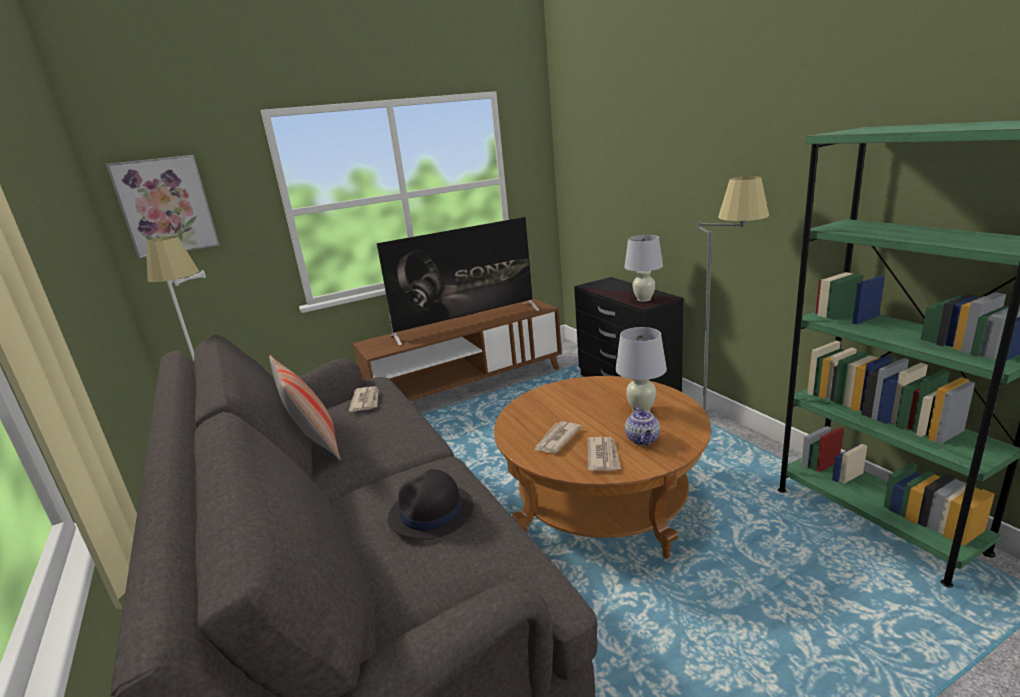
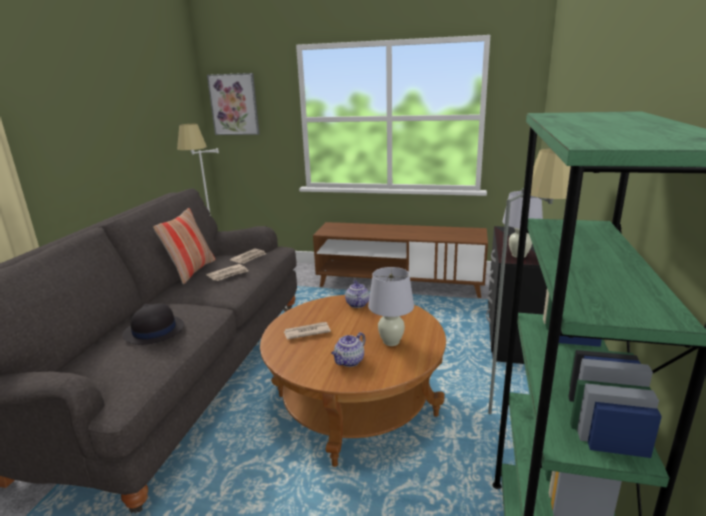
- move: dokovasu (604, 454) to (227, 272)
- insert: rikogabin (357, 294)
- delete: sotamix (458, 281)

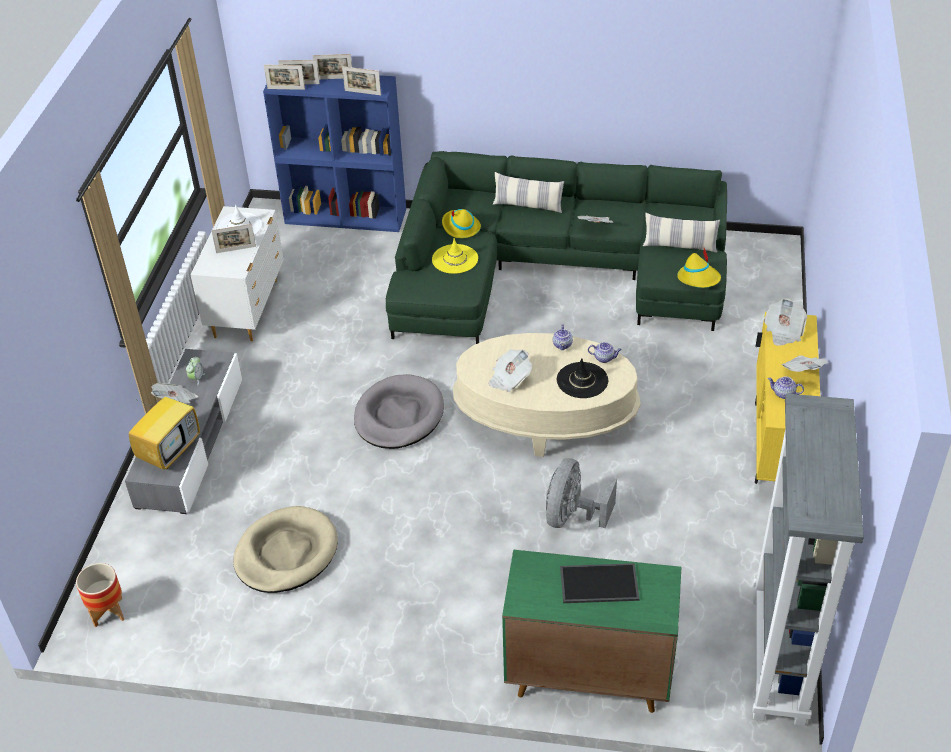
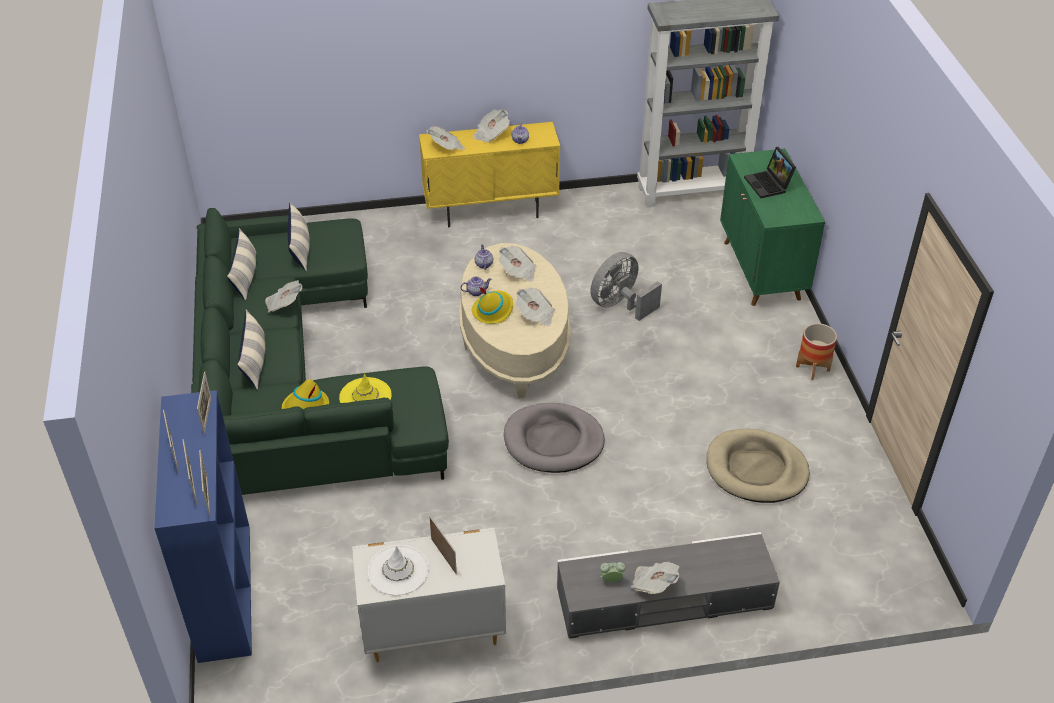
- insert: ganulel (242, 264)
- move: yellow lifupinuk (699, 268) to (492, 305)
- replace: black lifupinuk (582, 378) to dokovasu (517, 264)
- rotate: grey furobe (581, 493) = (626, 286) 135 degrees clockwise
- replace: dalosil (600, 583) to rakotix (770, 172)
- move: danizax (100, 595) to (816, 351)
- delete: sotamix (164, 423)

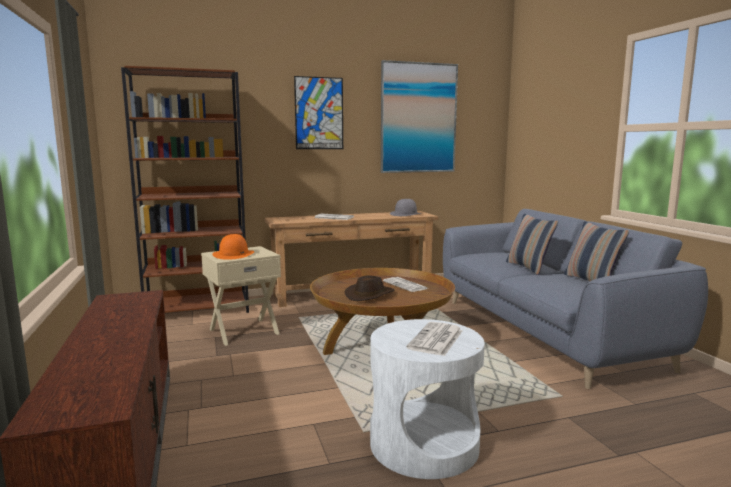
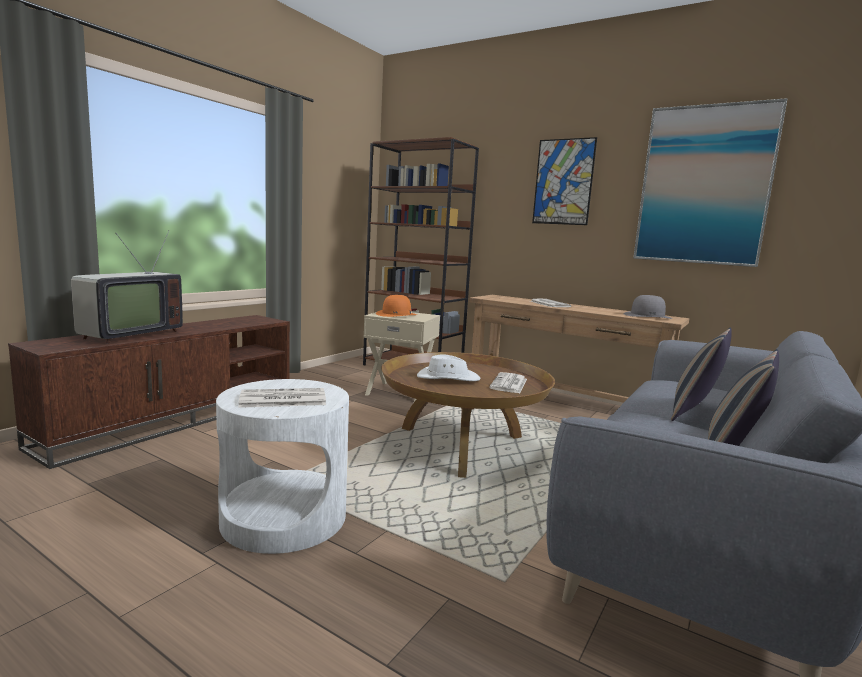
- insert: sotamix (127, 287)
- recolor: brown lifupinuk (369, 288) to white lifupinuk (449, 367)

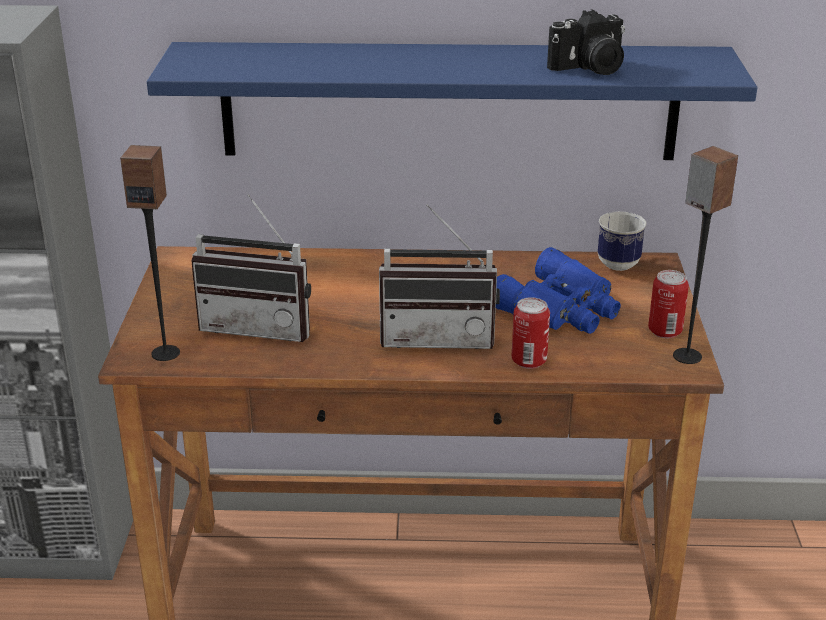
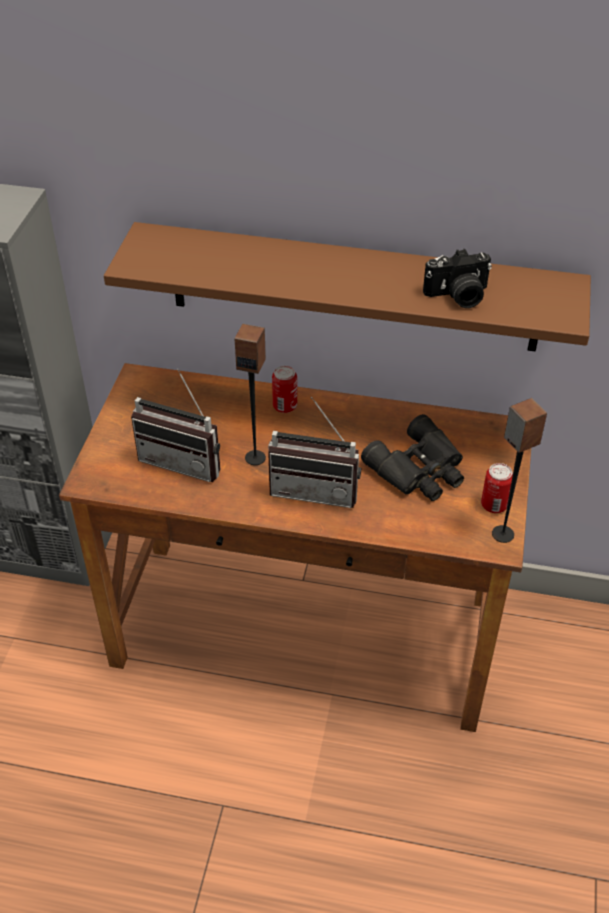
- recolor: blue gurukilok (452, 101) to brown gurukilok (347, 287)
- move: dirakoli (150, 253) to (250, 394)
- move: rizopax (531, 333) to (284, 389)
- recolor: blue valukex (558, 290) to black valukex (412, 457)
- delete: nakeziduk (622, 241)

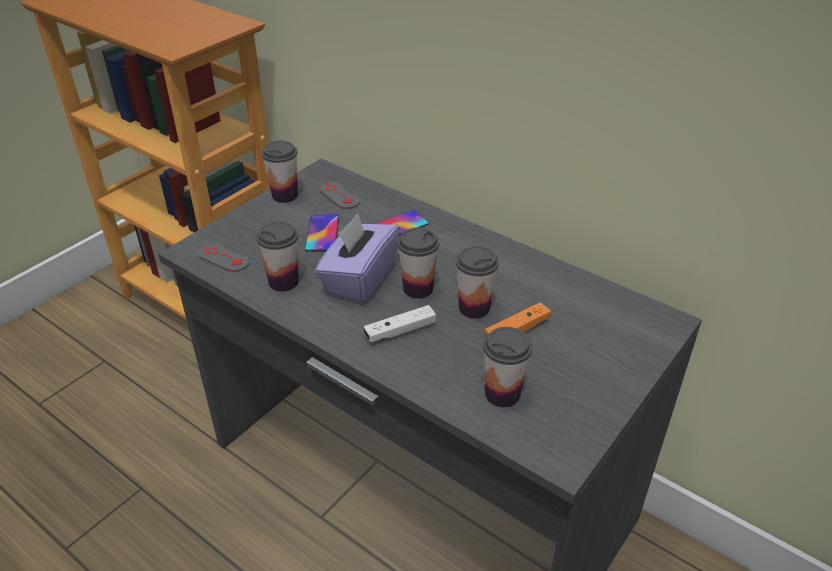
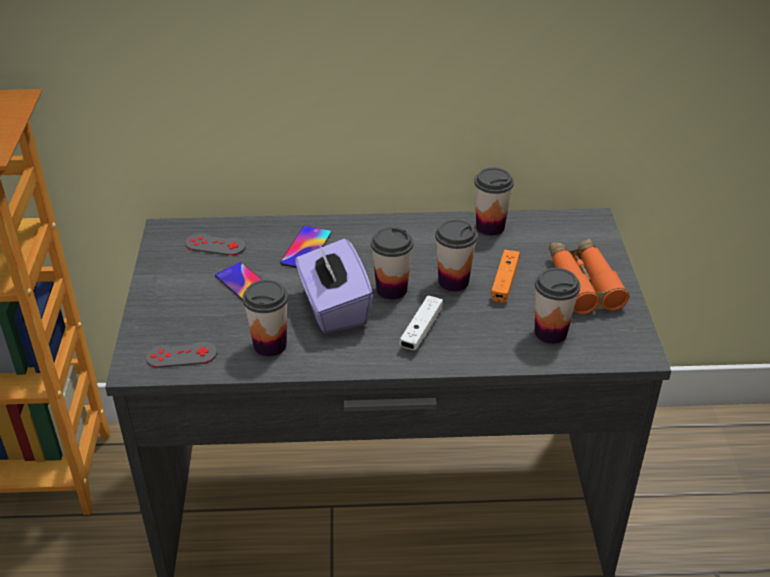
- move: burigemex (280, 172) to (494, 201)
- insert: orange valukex (589, 276)

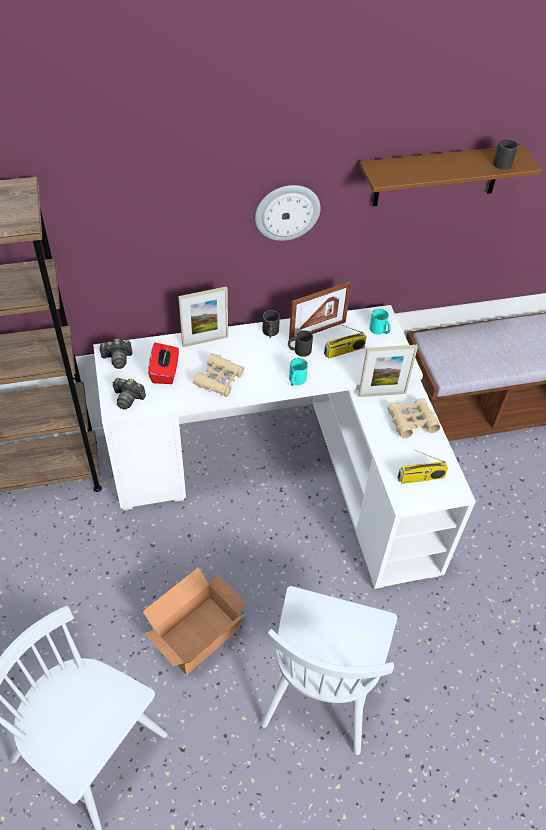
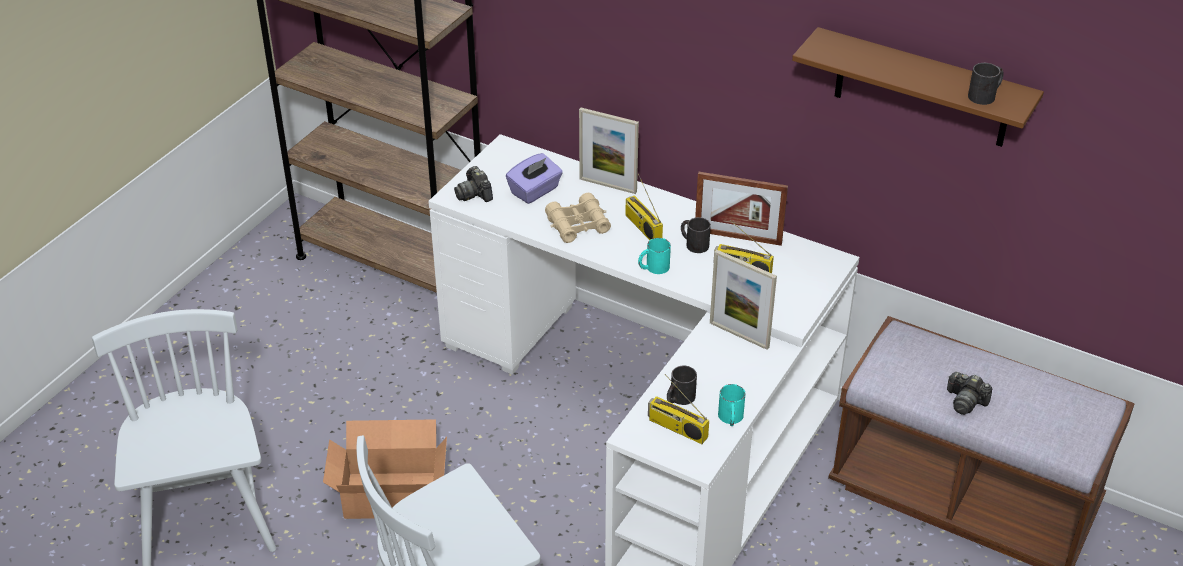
- recolor: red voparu (163, 363) to purple voparu (534, 178)
- insert: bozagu (644, 207)
- move: black nakeziduk (271, 324) to (682, 385)
- move: turquoise nakeziduk (380, 322) to (732, 405)
- move: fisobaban (116, 354) to (969, 393)
- delete: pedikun (288, 213)
- delete: beige valukex (414, 418)

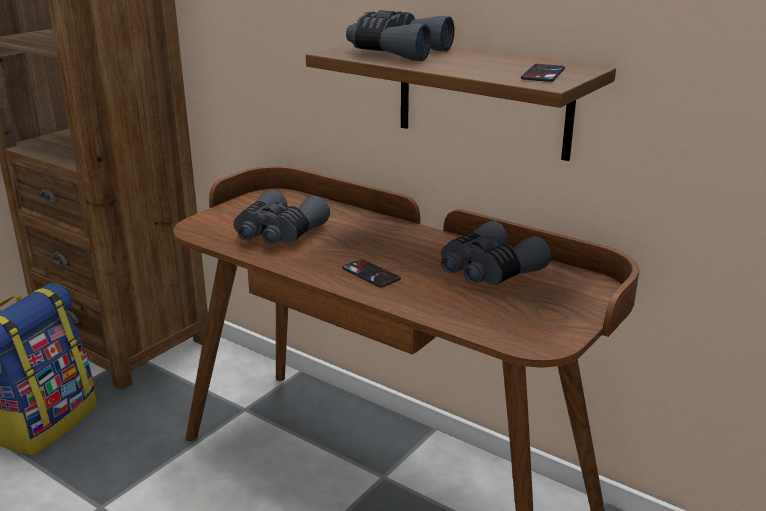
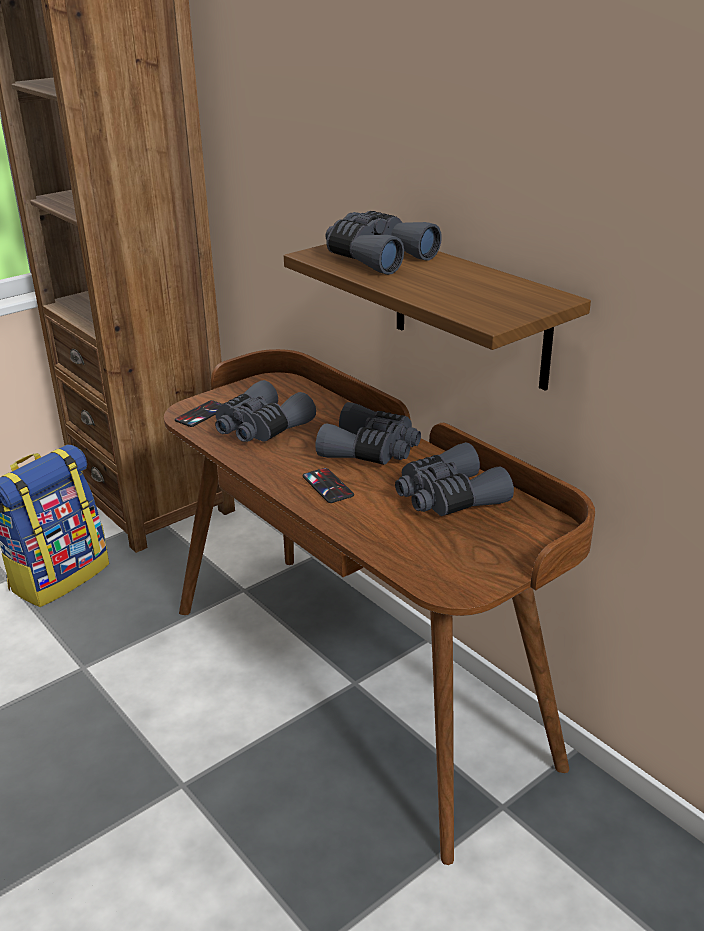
- move: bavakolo (543, 73) to (199, 413)
- insert: grey valukex (368, 433)

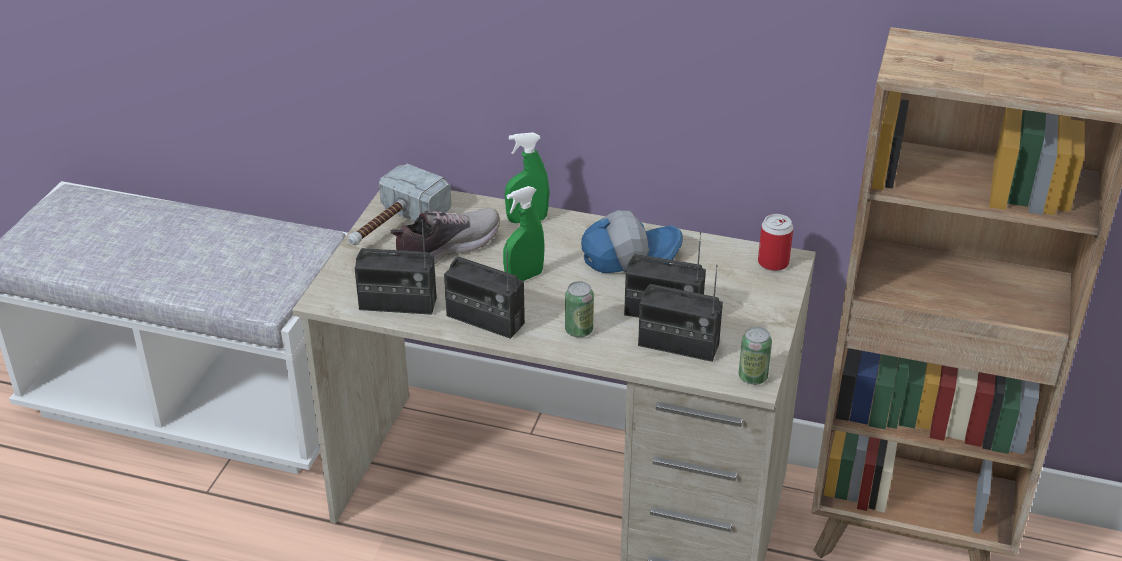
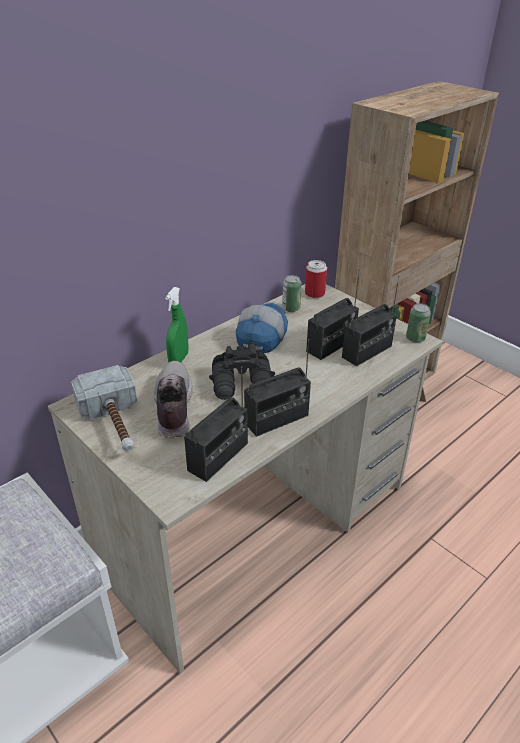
- replace: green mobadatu (524, 233) to black valukex (242, 371)
- move: rizopax (579, 309) to (292, 293)

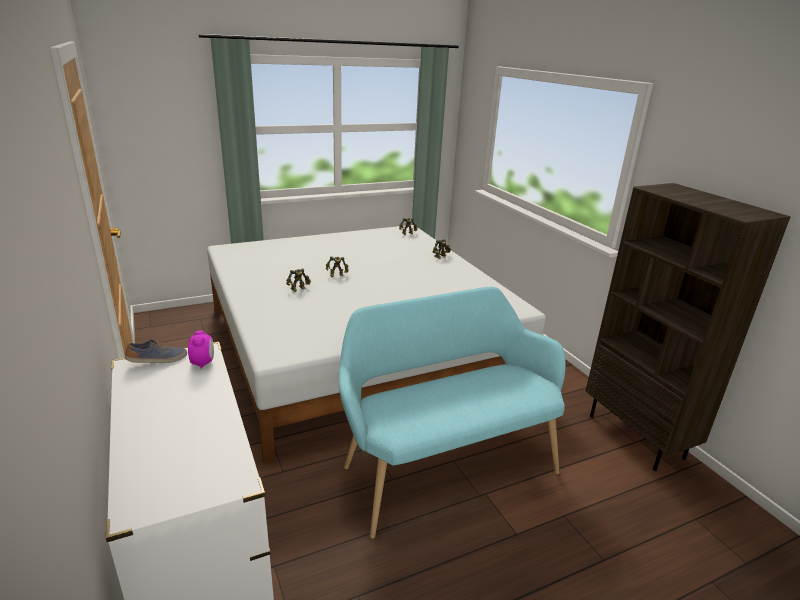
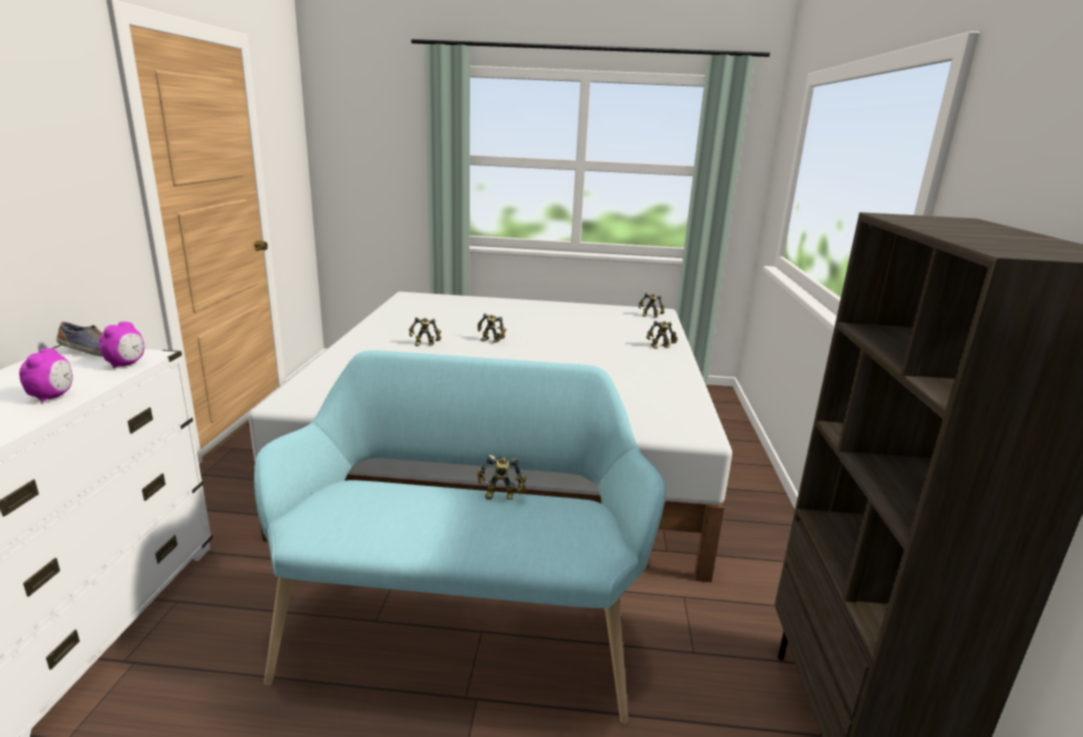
- insert: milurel (46, 375)
- insert: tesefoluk (501, 477)

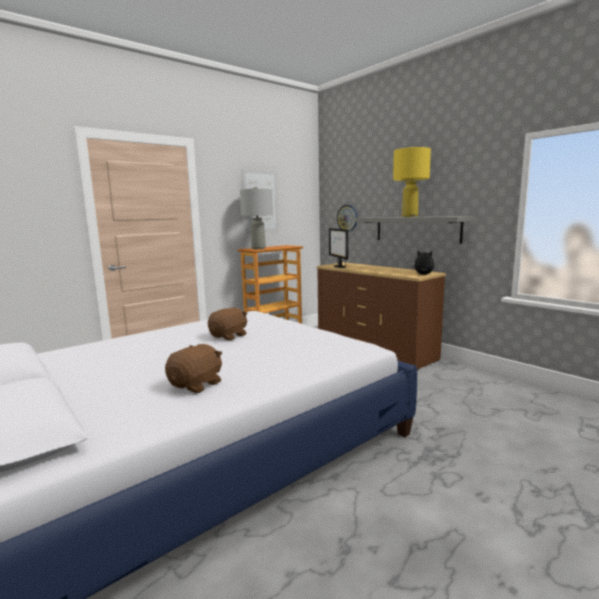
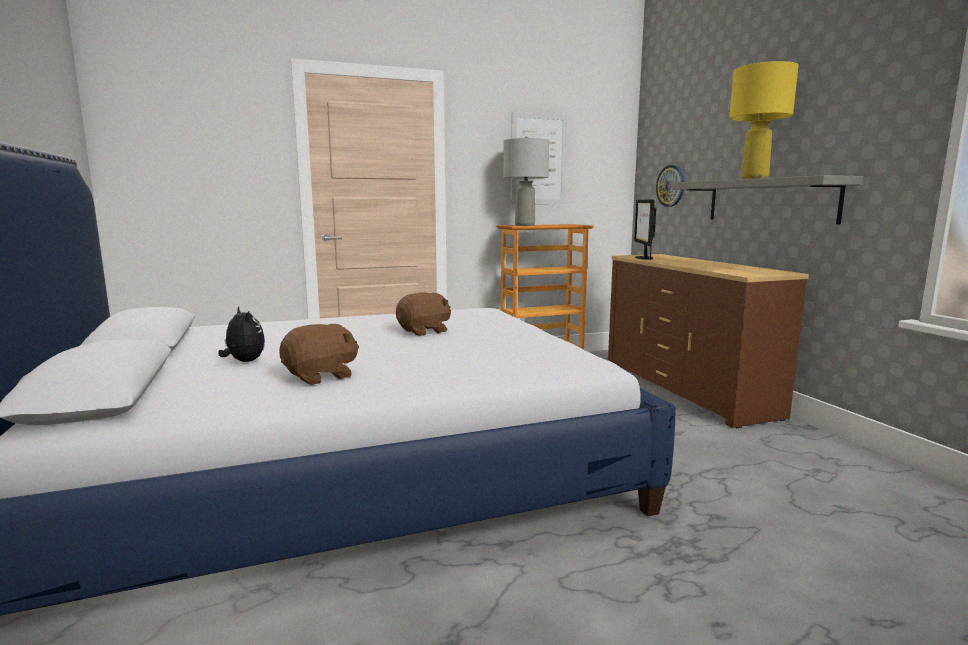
- move: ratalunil (423, 263) to (241, 334)

